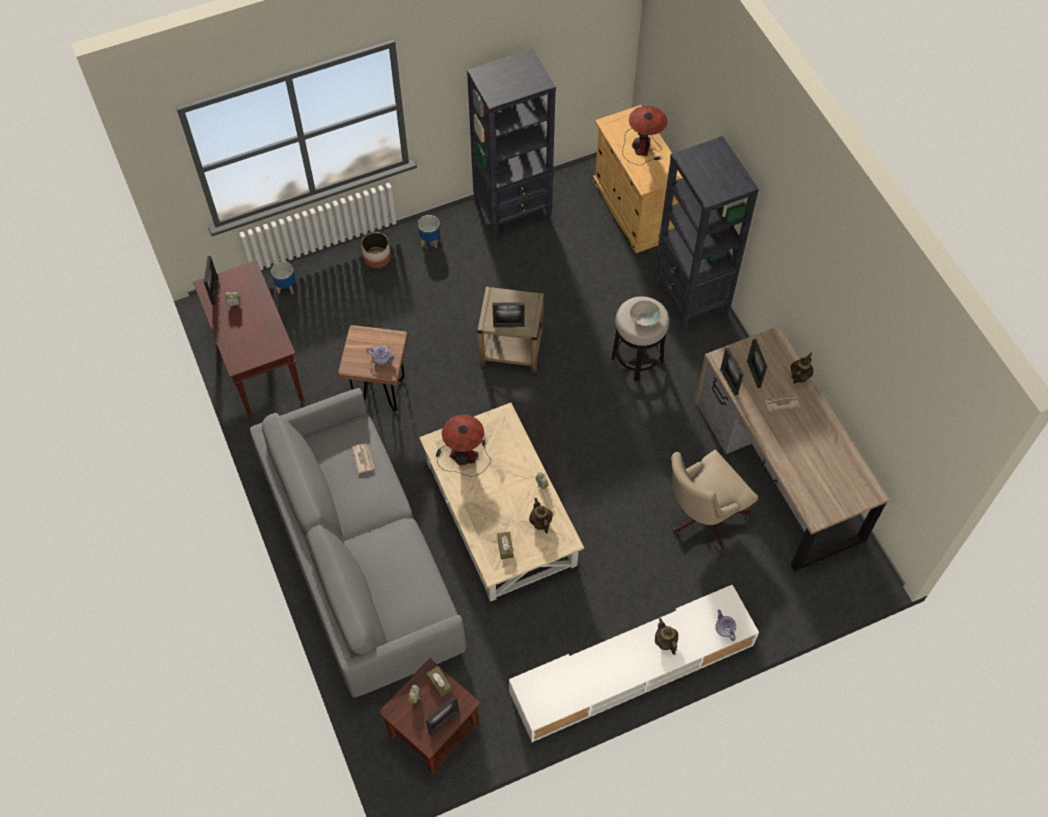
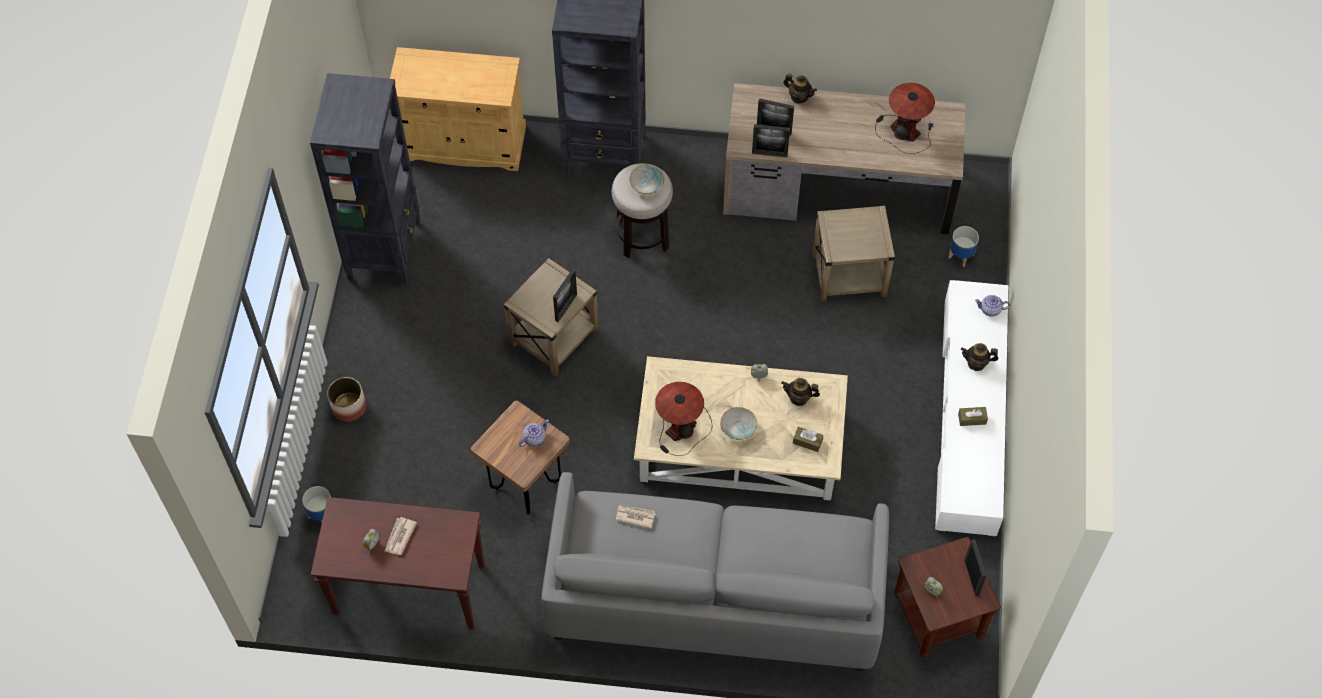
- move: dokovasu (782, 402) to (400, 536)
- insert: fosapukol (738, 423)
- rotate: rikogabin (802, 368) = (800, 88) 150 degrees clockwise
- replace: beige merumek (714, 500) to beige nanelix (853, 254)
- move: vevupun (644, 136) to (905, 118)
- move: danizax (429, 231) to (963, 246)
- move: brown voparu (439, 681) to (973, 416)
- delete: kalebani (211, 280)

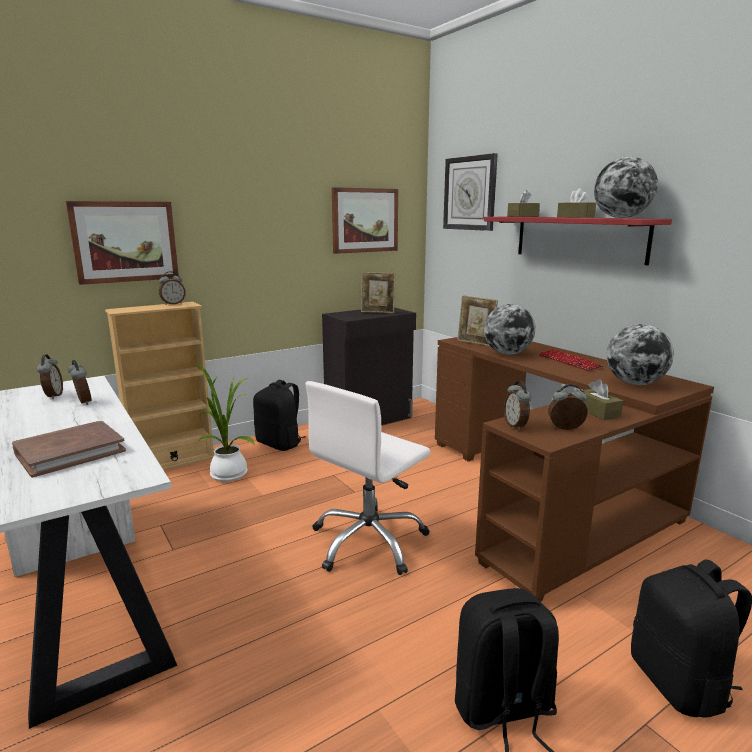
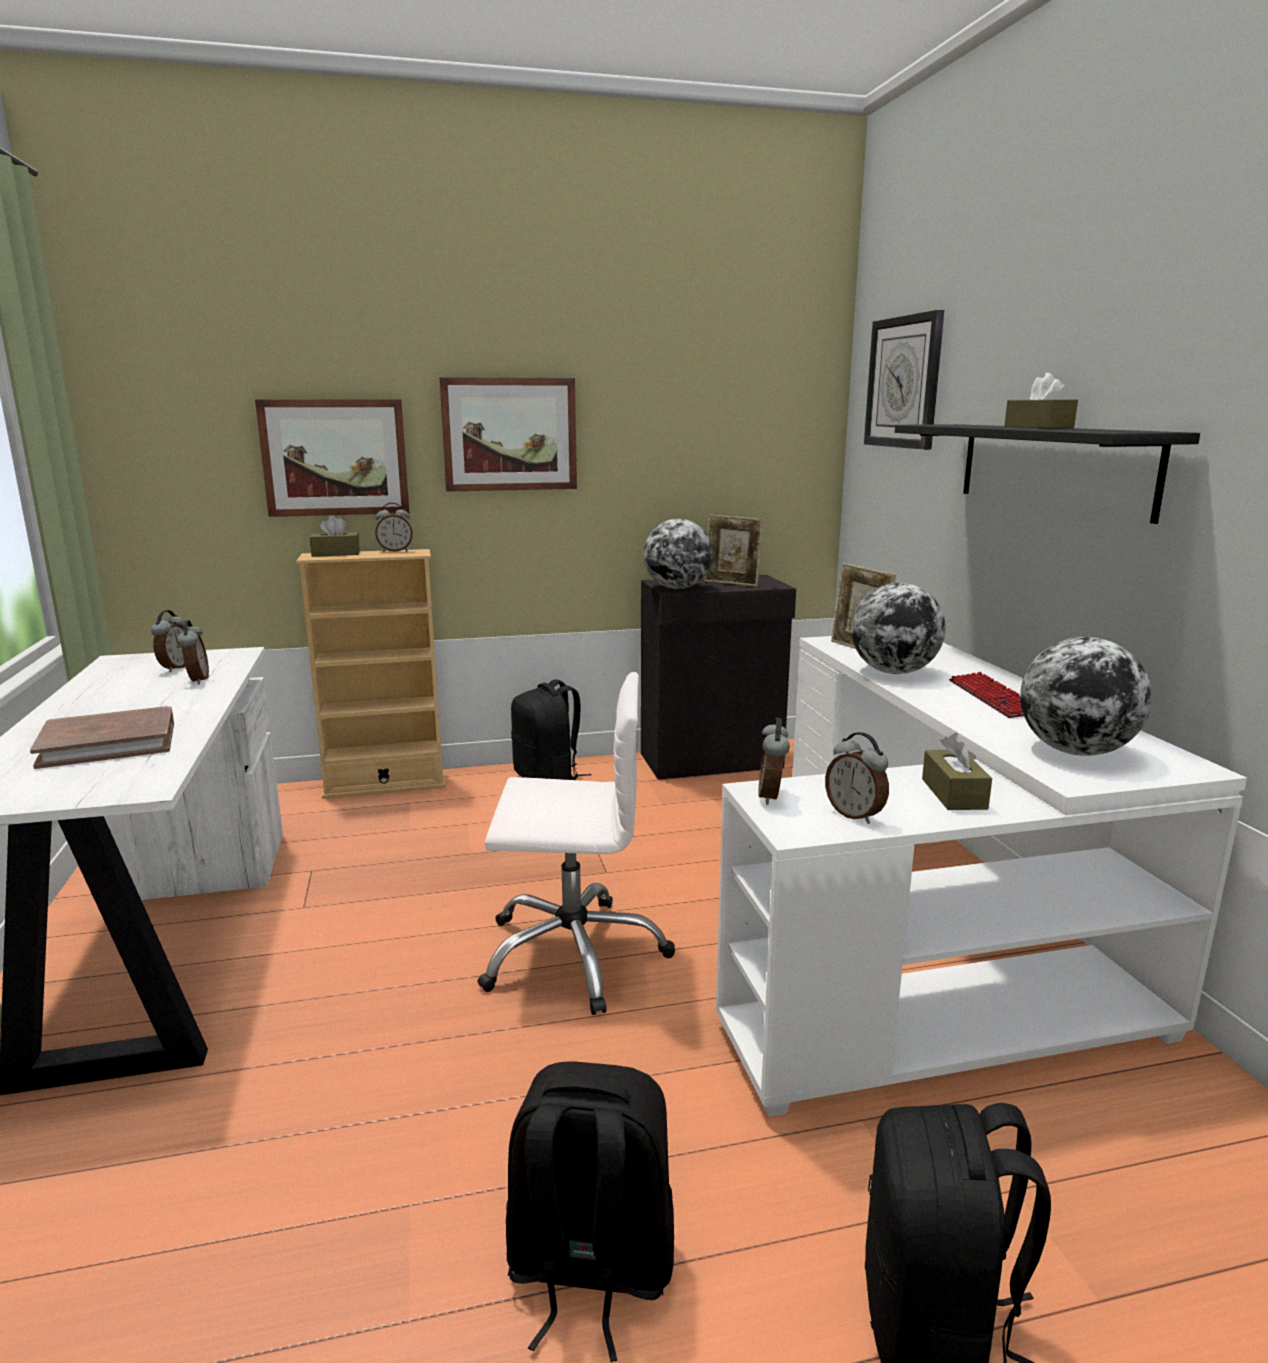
- move: brown voparu (523, 203) to (335, 536)
- move: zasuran (365, 220) to (508, 434)
- rotate: white merumek (368, 478) = (576, 843) 150 degrees counterclockwise
- move: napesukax (626, 187) to (678, 554)
- recolor: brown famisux (574, 469) to white famisux (981, 876)
- rotate: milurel (568, 407) = (857, 778) 150 degrees counterclockwise
- recolor: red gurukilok (578, 241) to black gurukilok (1047, 474)
- delete: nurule (223, 422)

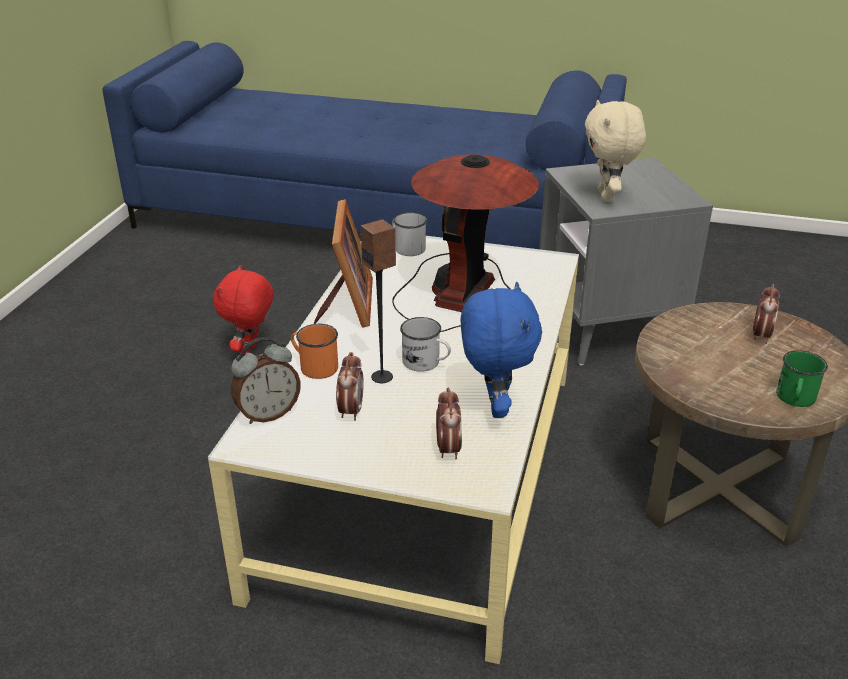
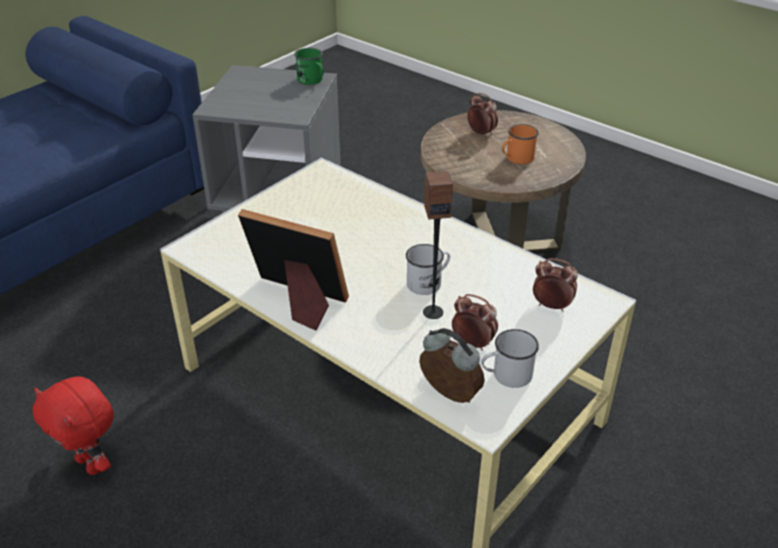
- move: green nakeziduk (802, 378) to (309, 66)
- rotate: milurel (266, 380) = (452, 365) 45 degrees counterclockwise
- move: white nakeziduk (409, 234) to (510, 358)
- move: orange nakeziduk (314, 351) to (520, 144)
- delete: vevupun (465, 243)
- delete: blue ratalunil (501, 350)
- delete: beige ratalunil (615, 151)

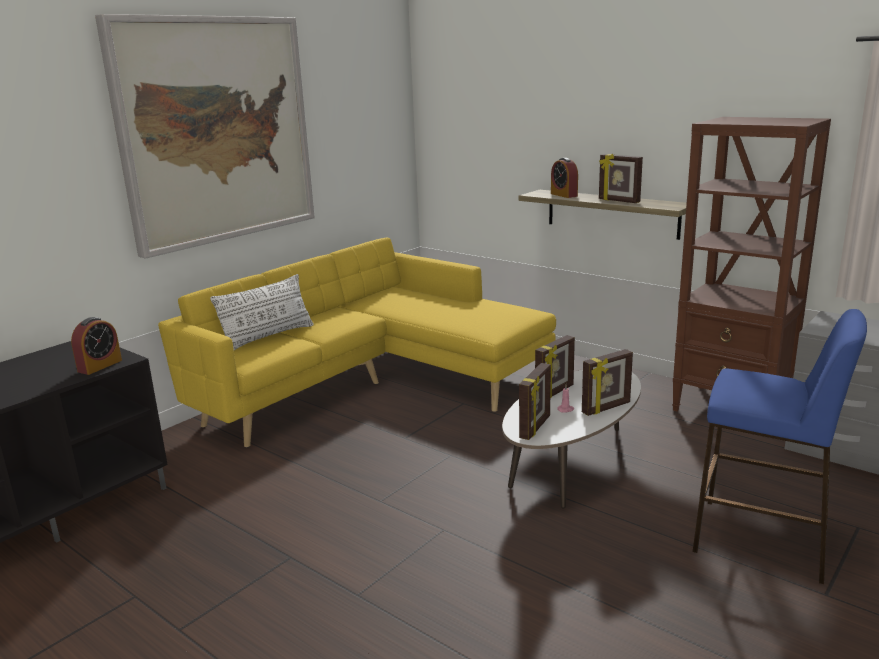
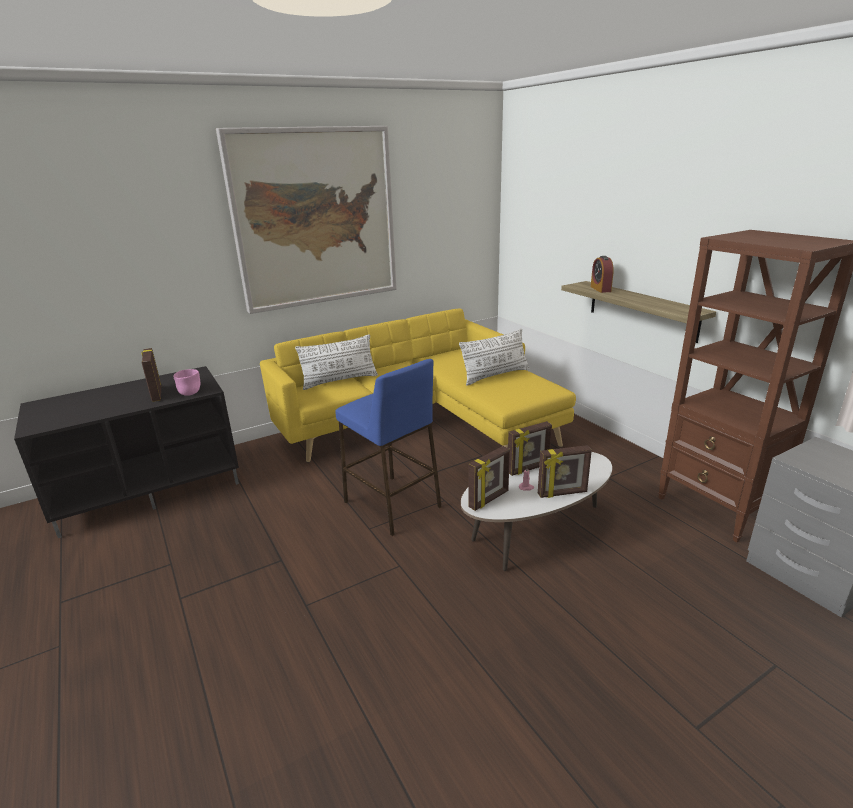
- move: kalebani (621, 178) to (151, 375)
- replace: milurel (96, 346) to pink fosapukol (187, 382)
- move: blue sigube (780, 446) to (388, 447)
- insert: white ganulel (494, 357)

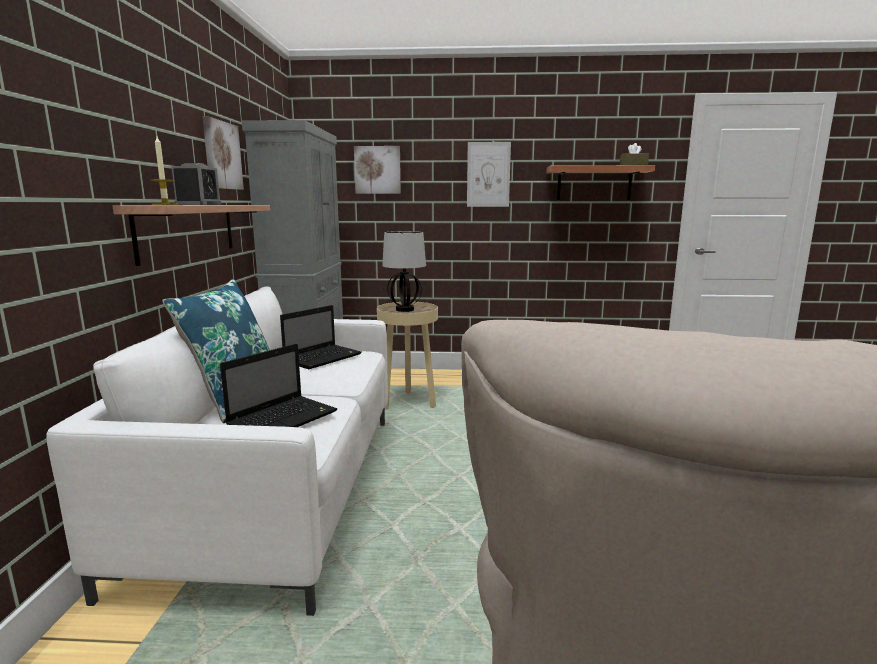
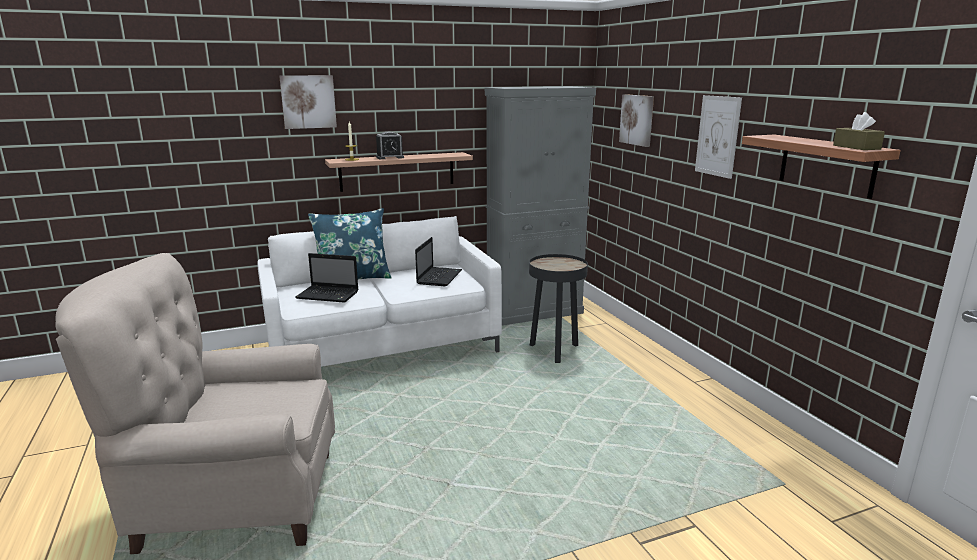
- move: zasuran (223, 153) to (308, 102)
- rotate: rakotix (321, 337) = (438, 261) 90 degrees counterclockwise
- recolor: beige nanelix (407, 356) to black nanelix (558, 308)
- delete: vevupun (404, 271)

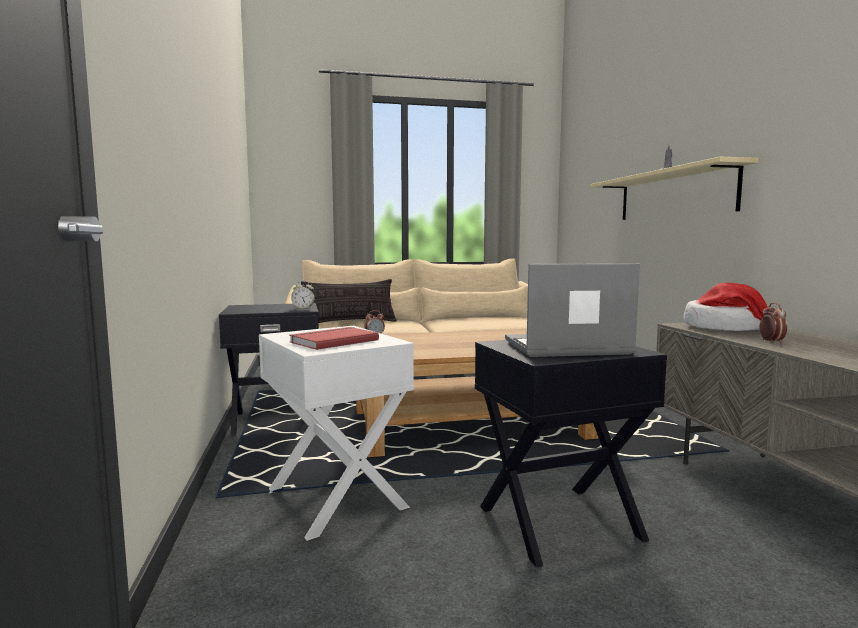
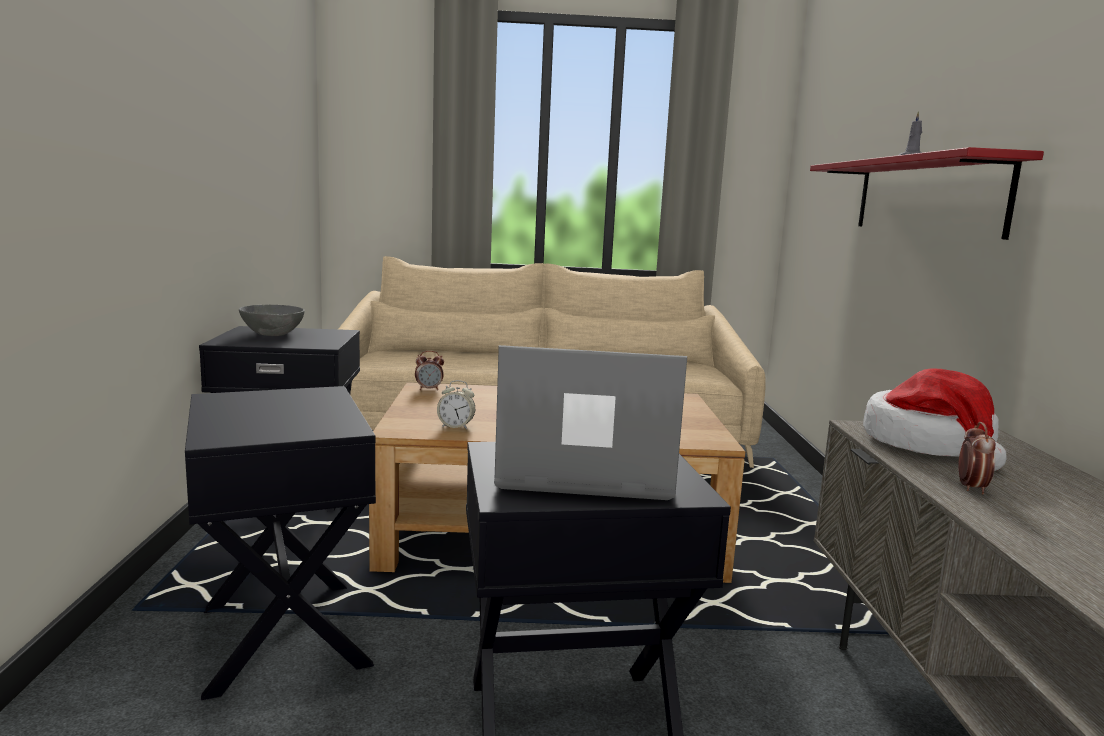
- recolor: white nanelix (336, 433) to black nanelix (280, 543)
- insert: grey fosapukol (272, 320)
- move: milurel (303, 294) to (456, 404)
- recolor: beige gurukilok (674, 188) to red gurukilok (927, 193)
- delete: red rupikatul (334, 338)
- delete: ganulel (349, 301)

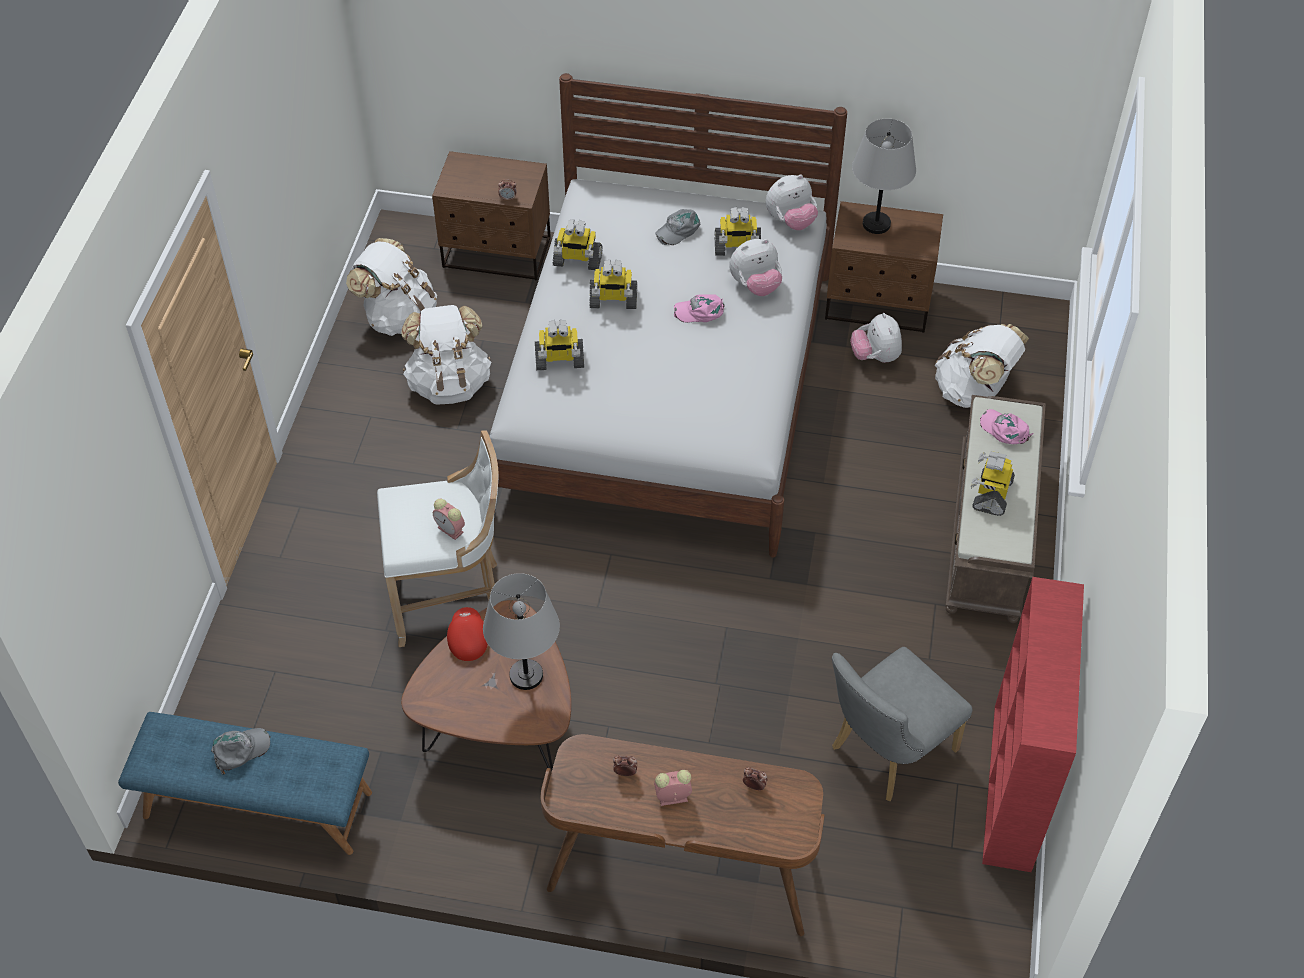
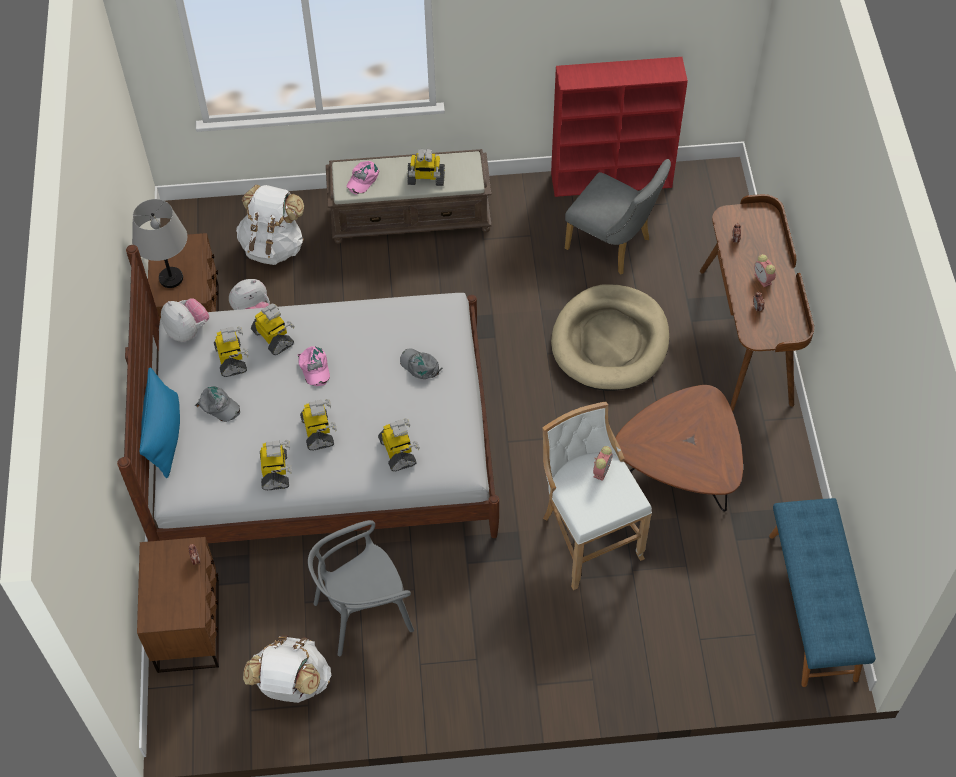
- insert: blue ganulel (160, 423)
- replace: ratalunil (755, 267) to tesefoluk (272, 329)
- replace: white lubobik (446, 355) to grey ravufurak (361, 588)
- move: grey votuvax (241, 751) to (421, 363)
- insert: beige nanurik (610, 338)
- delete: red votuvax (467, 634)
- delete: grey vevupun (521, 631)

